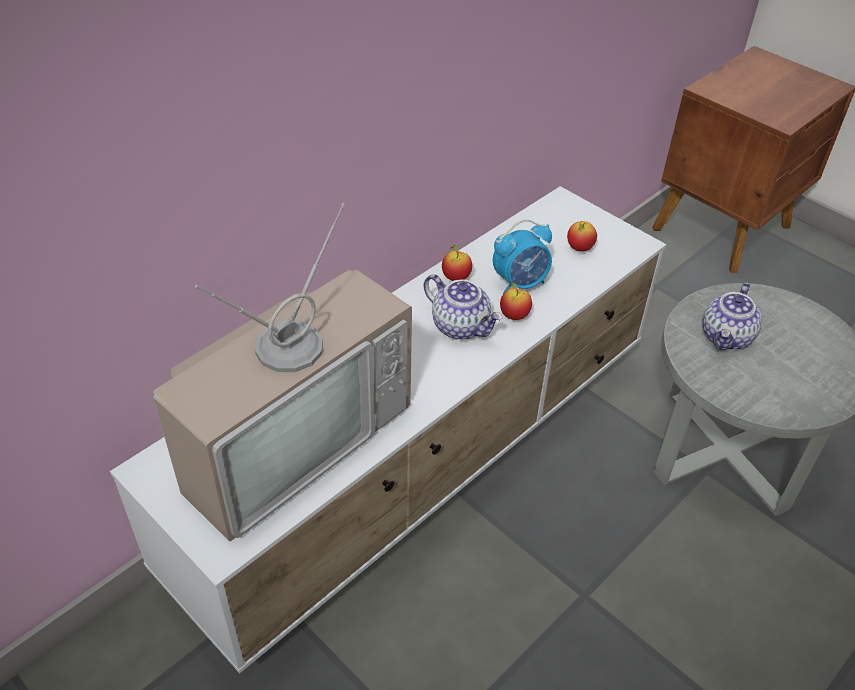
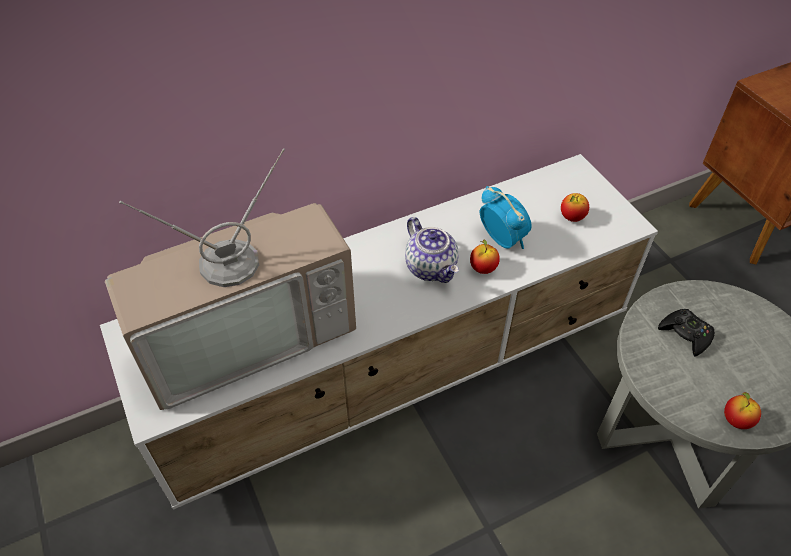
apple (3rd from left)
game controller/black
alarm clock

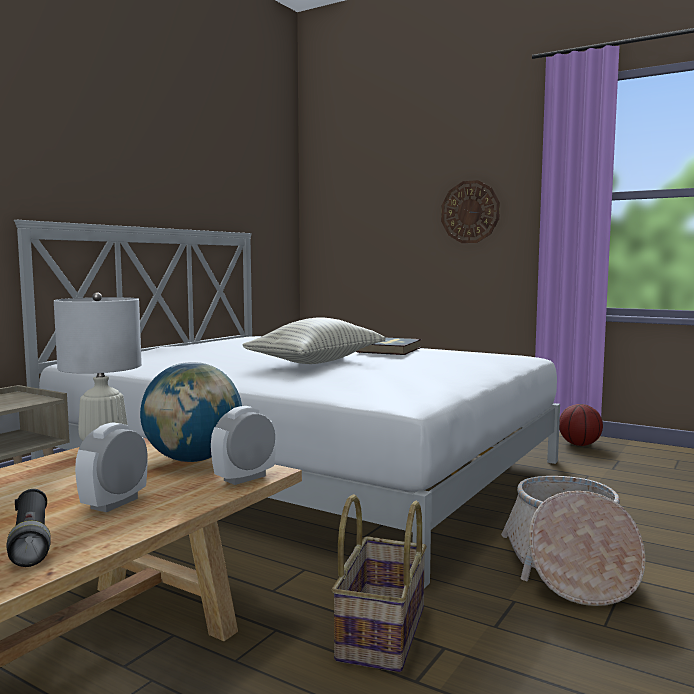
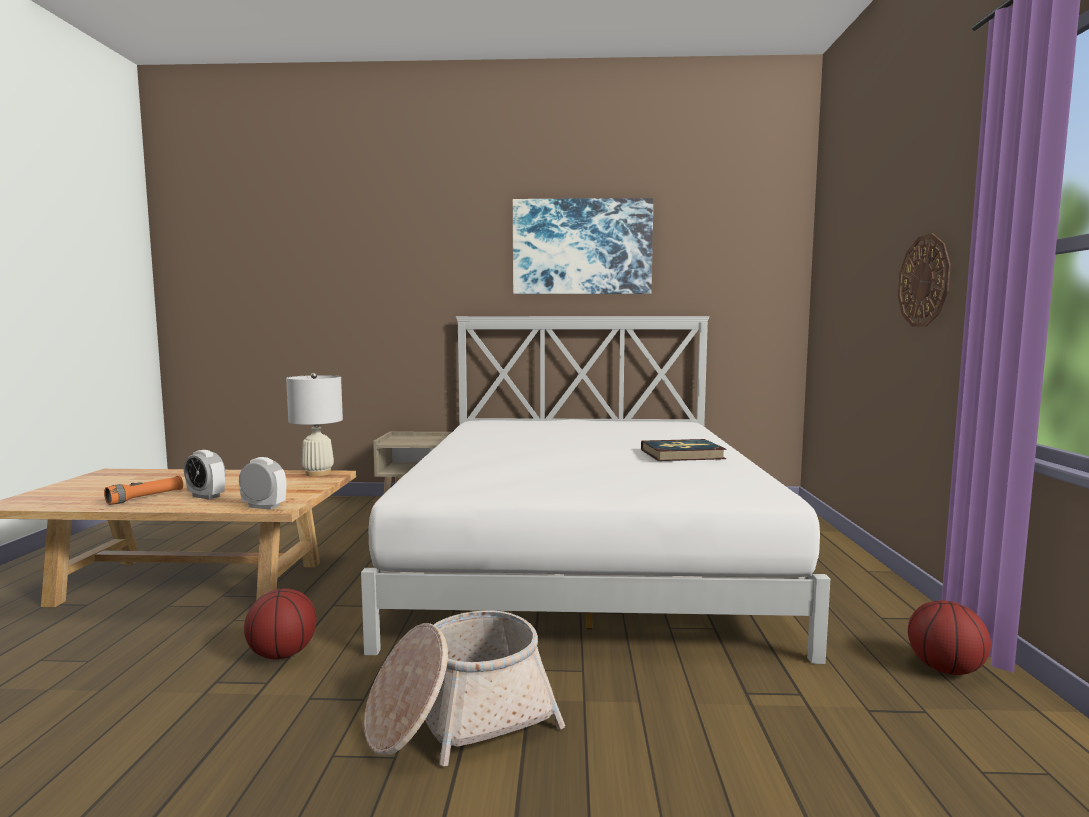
globe
pillow
picture
basketball (1st from left)
flashlight/orange
alarm clock (1st from left)

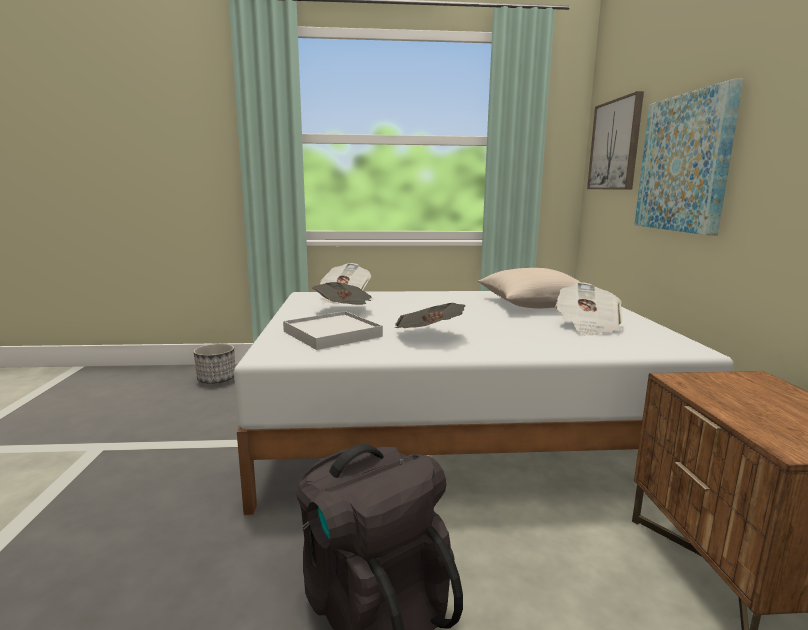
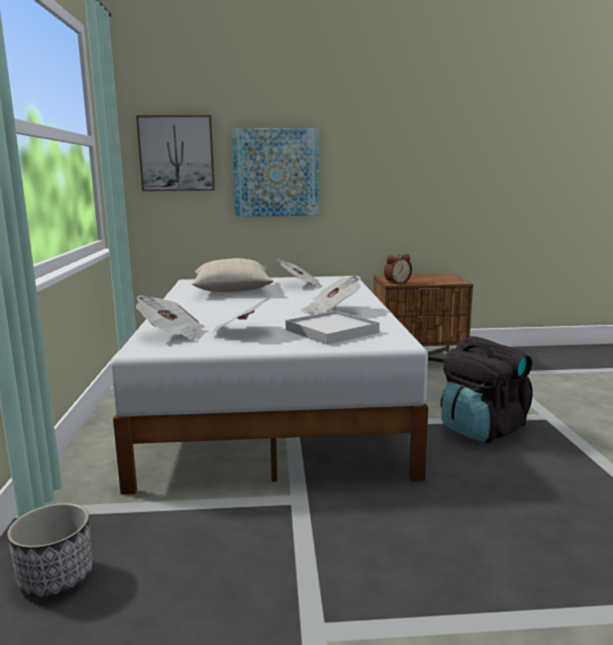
alarm clock

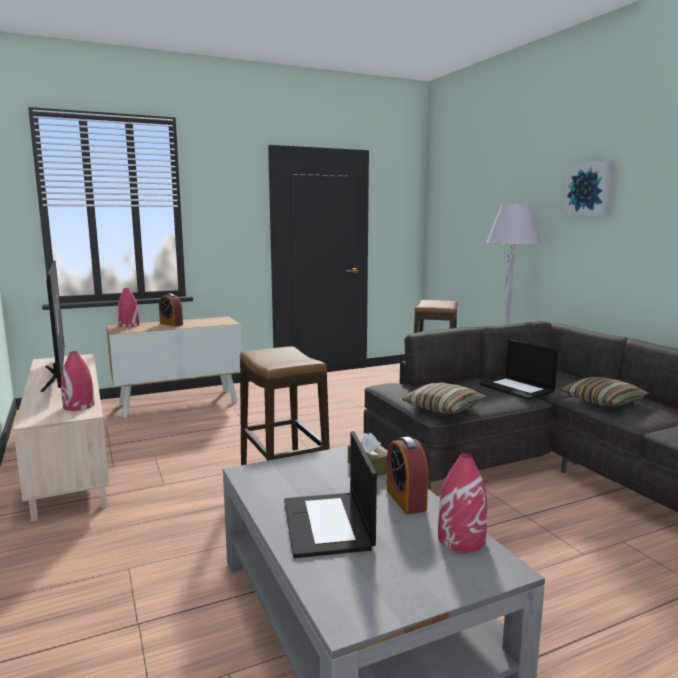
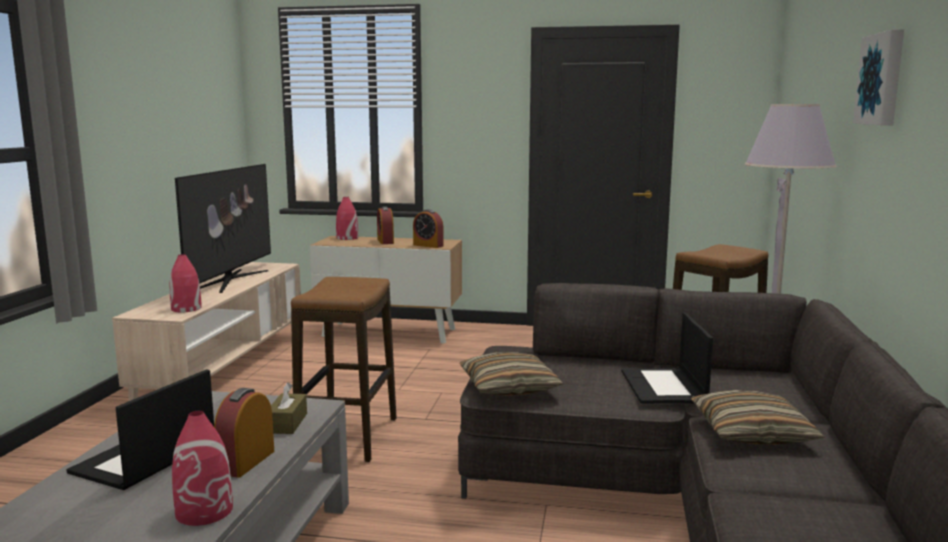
alarm clock (3rd from left)

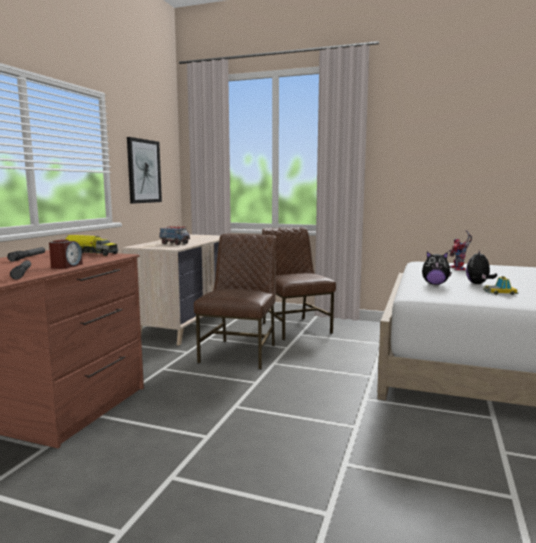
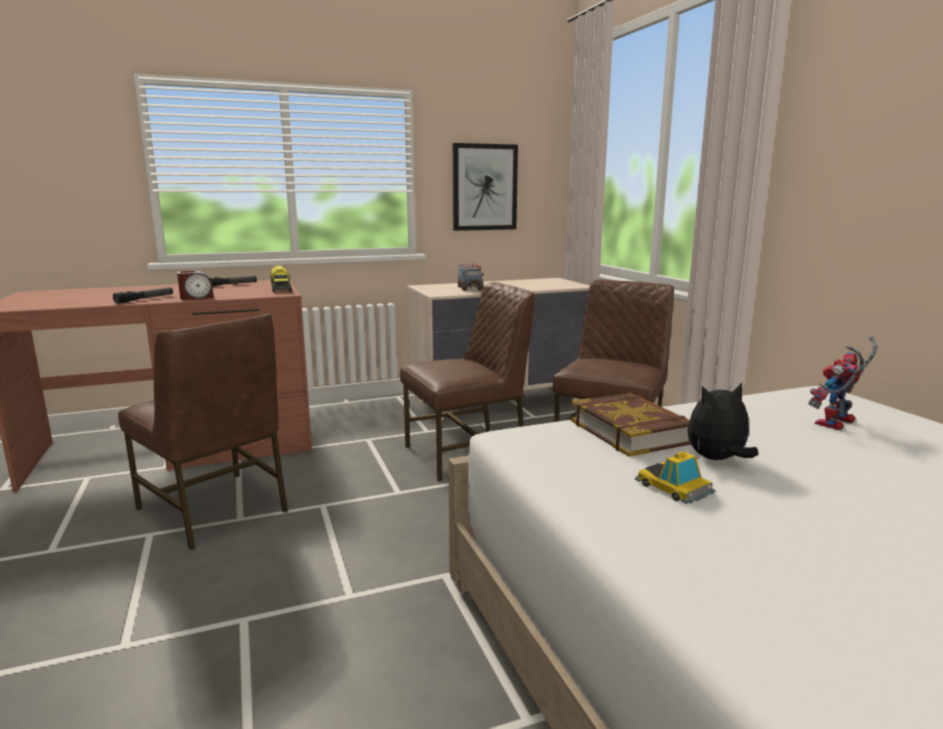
chair/brown (1st from left)
book

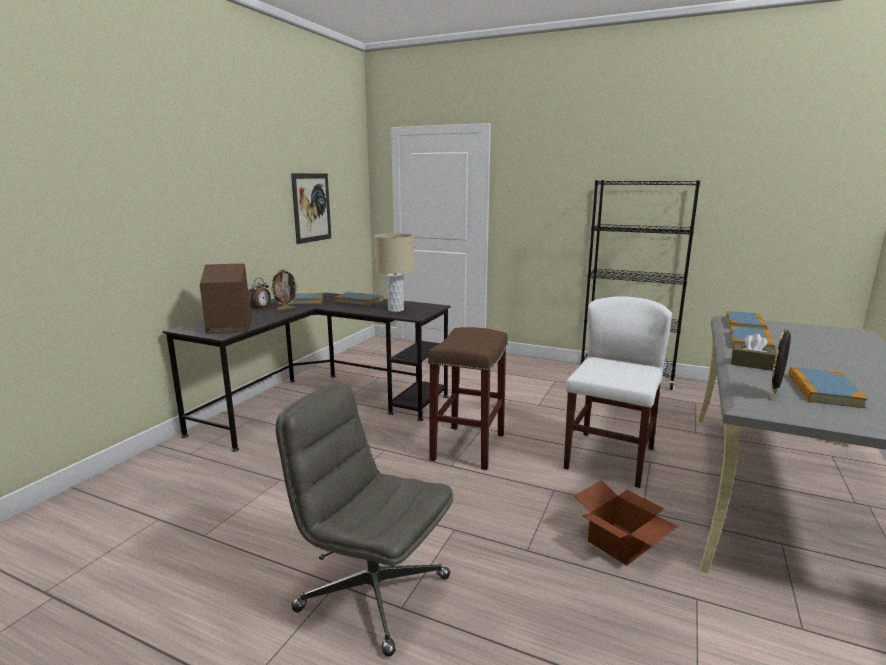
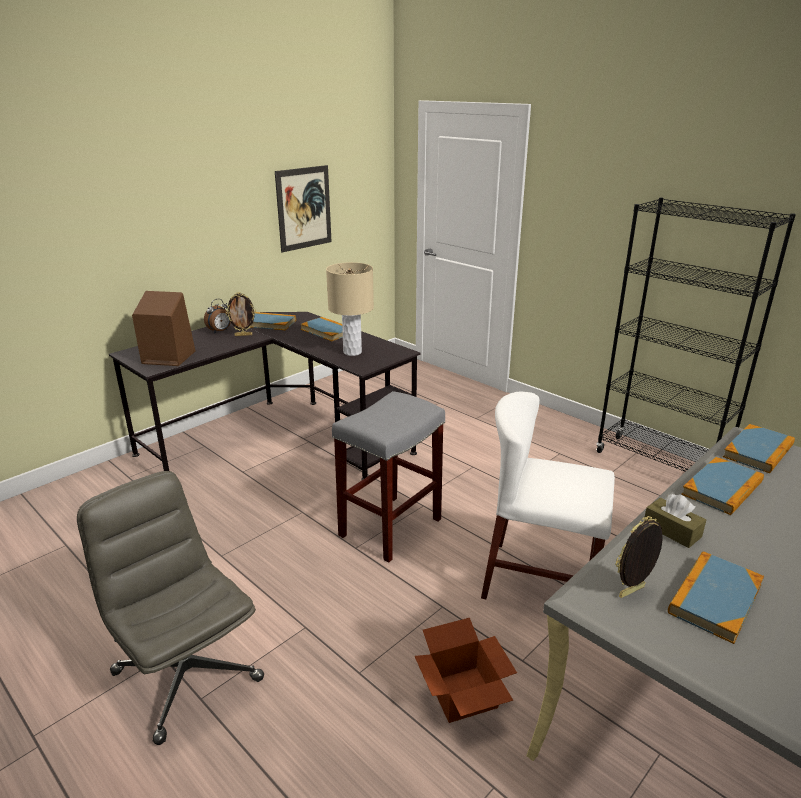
stool/grey
chair/white

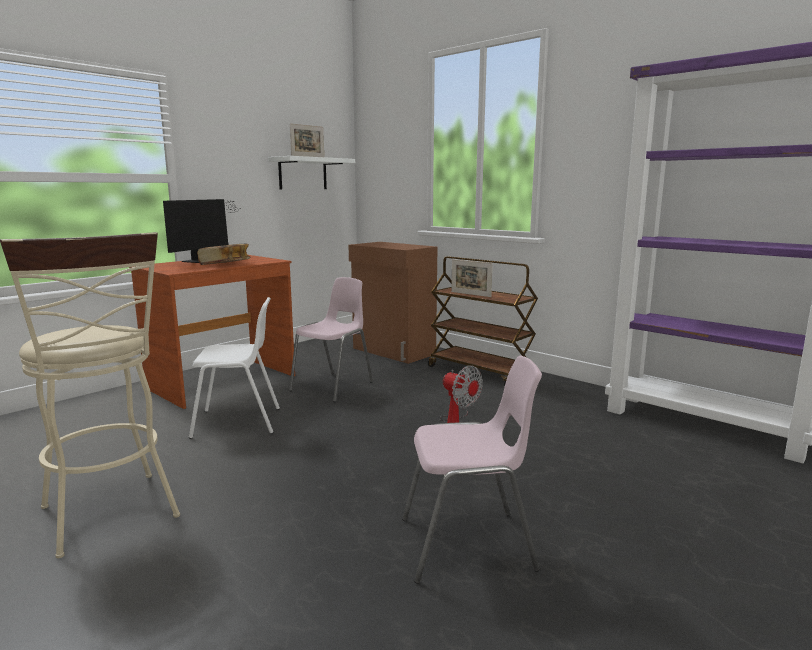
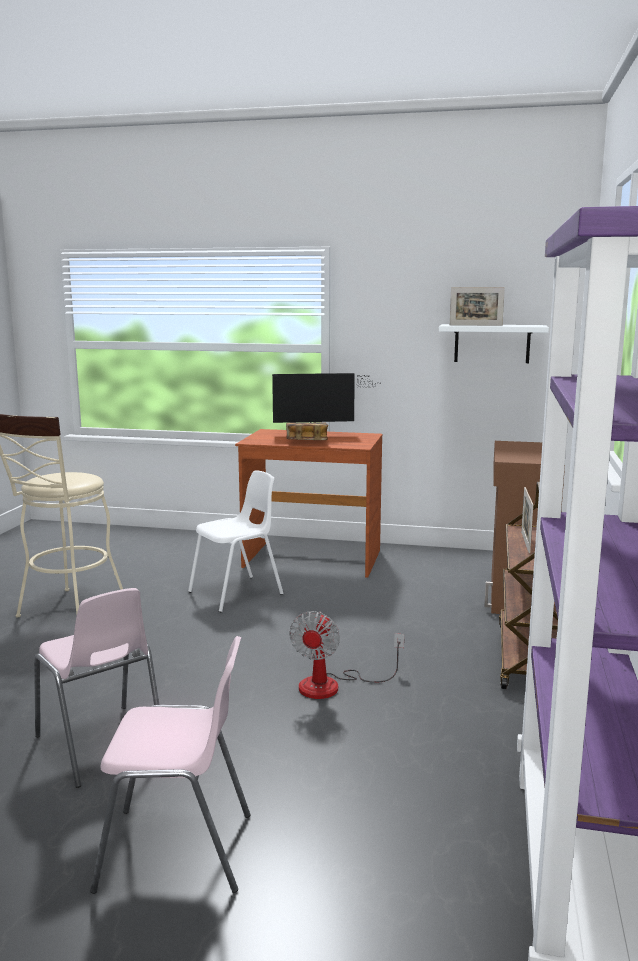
chair/pink (2nd from left)
chair/white

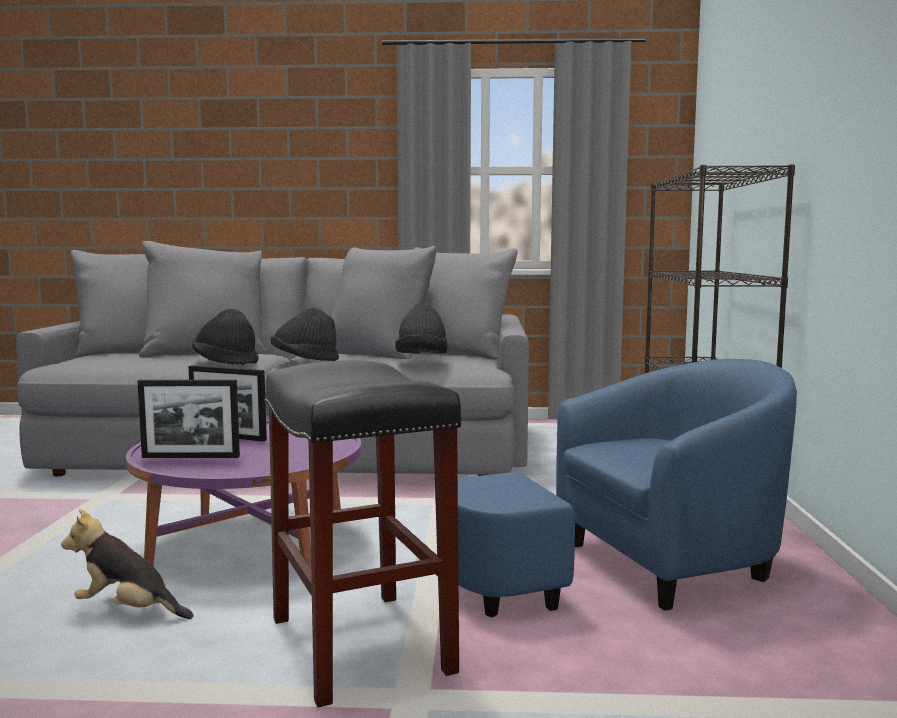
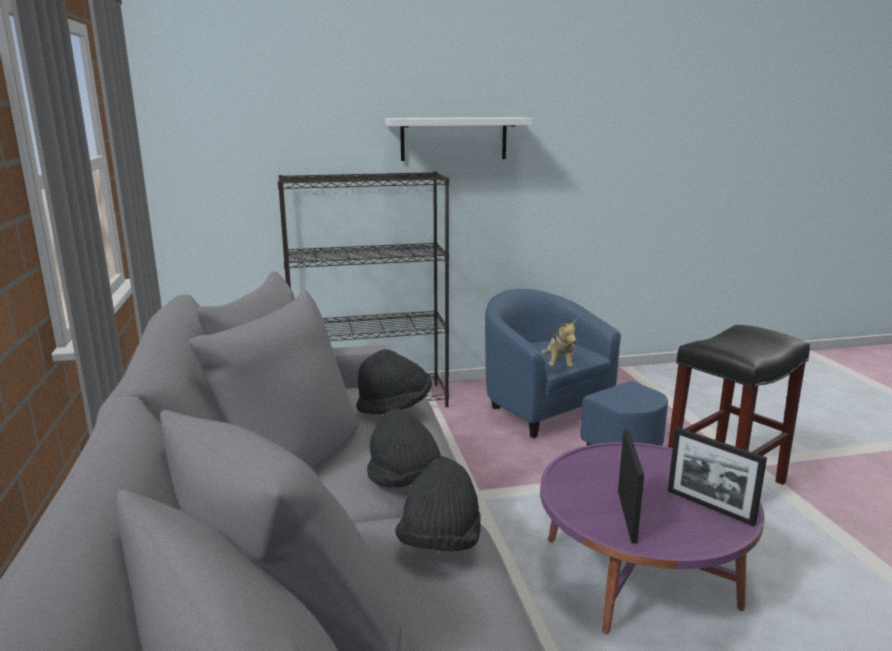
shelf/white
plush toy
picture frame (2nd from left)

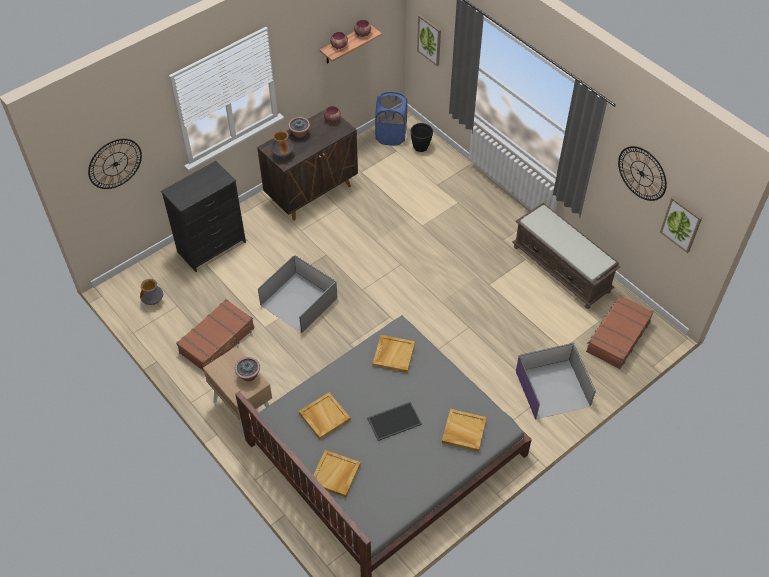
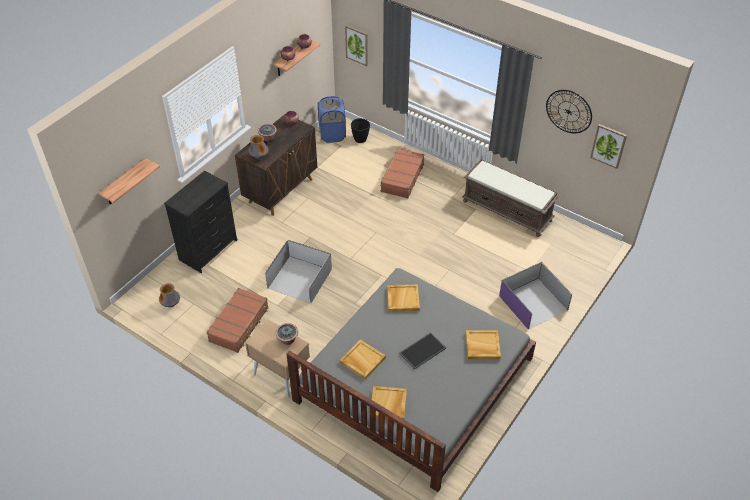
suitcase/brown (2nd from left)
shelf (1st from left)

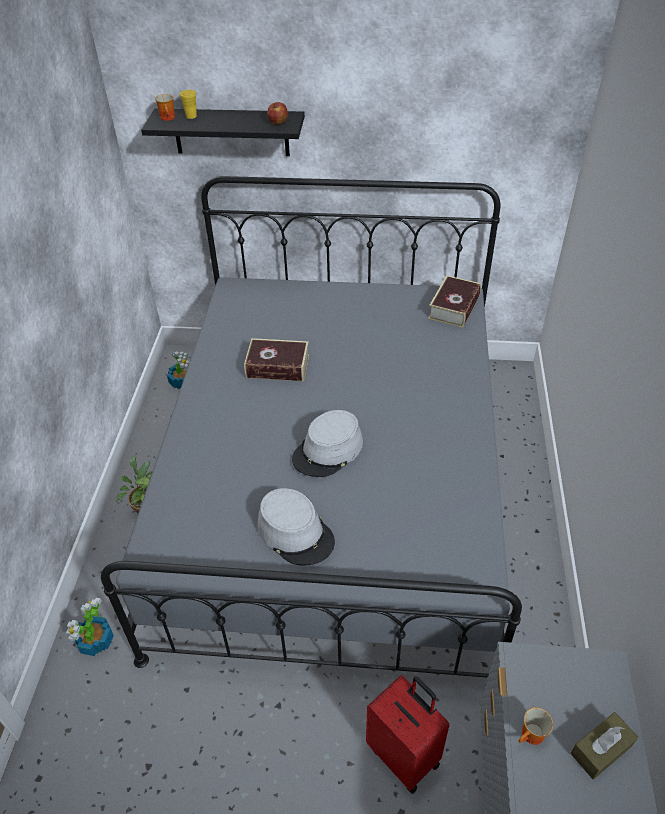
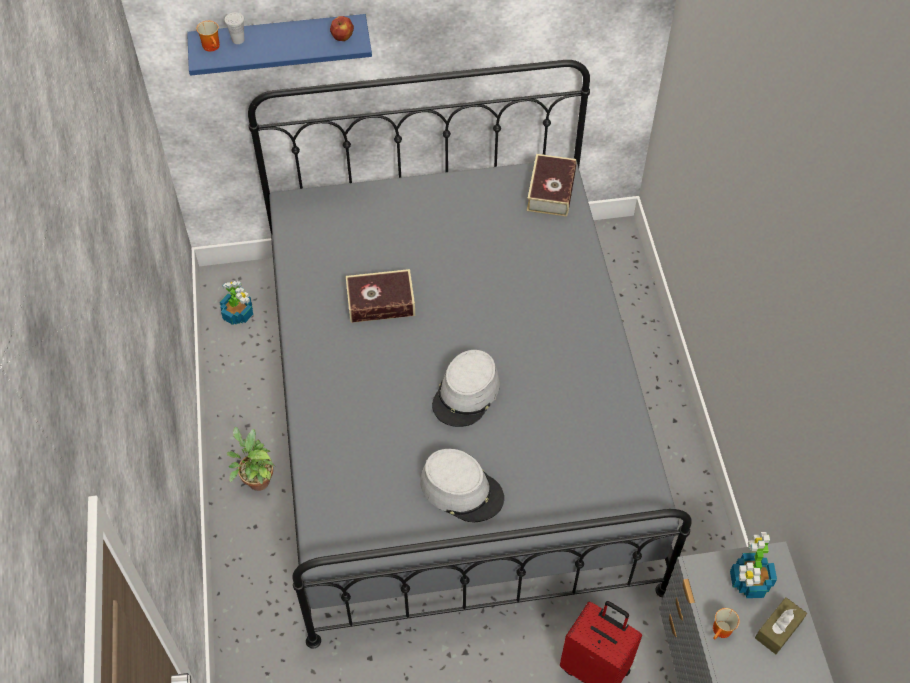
potted plant (3rd from left)
shelf/blue
cup/white

